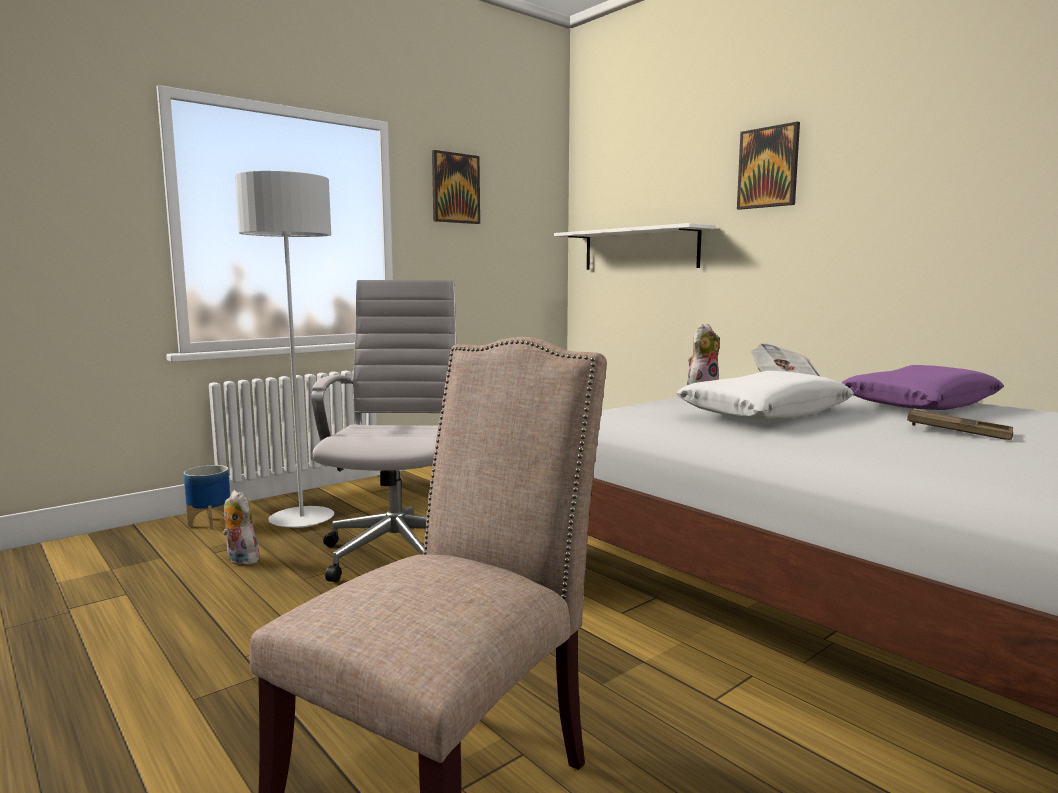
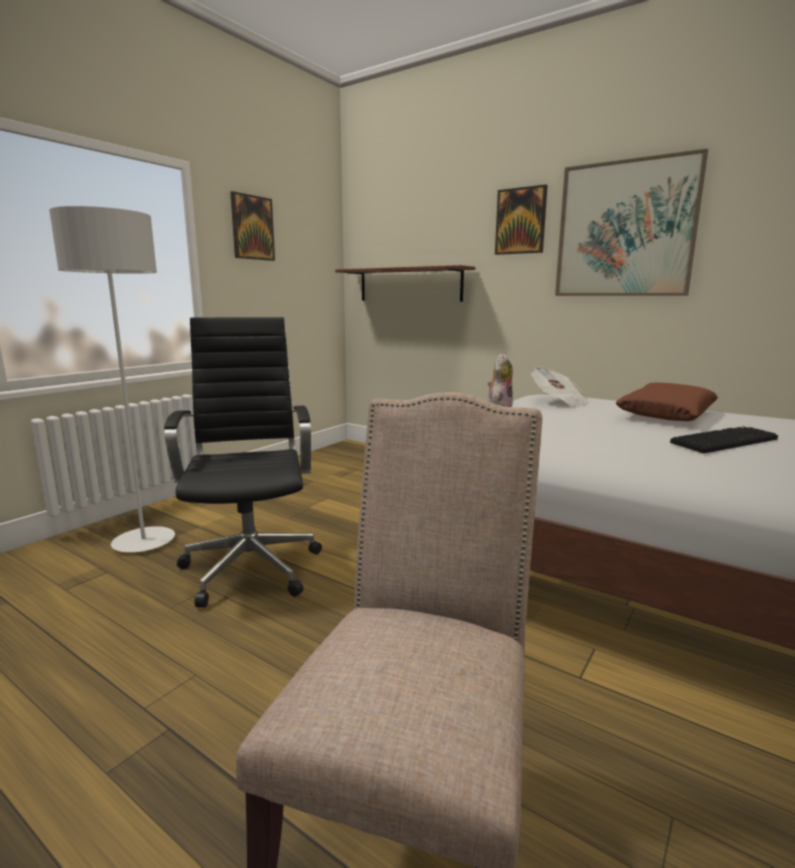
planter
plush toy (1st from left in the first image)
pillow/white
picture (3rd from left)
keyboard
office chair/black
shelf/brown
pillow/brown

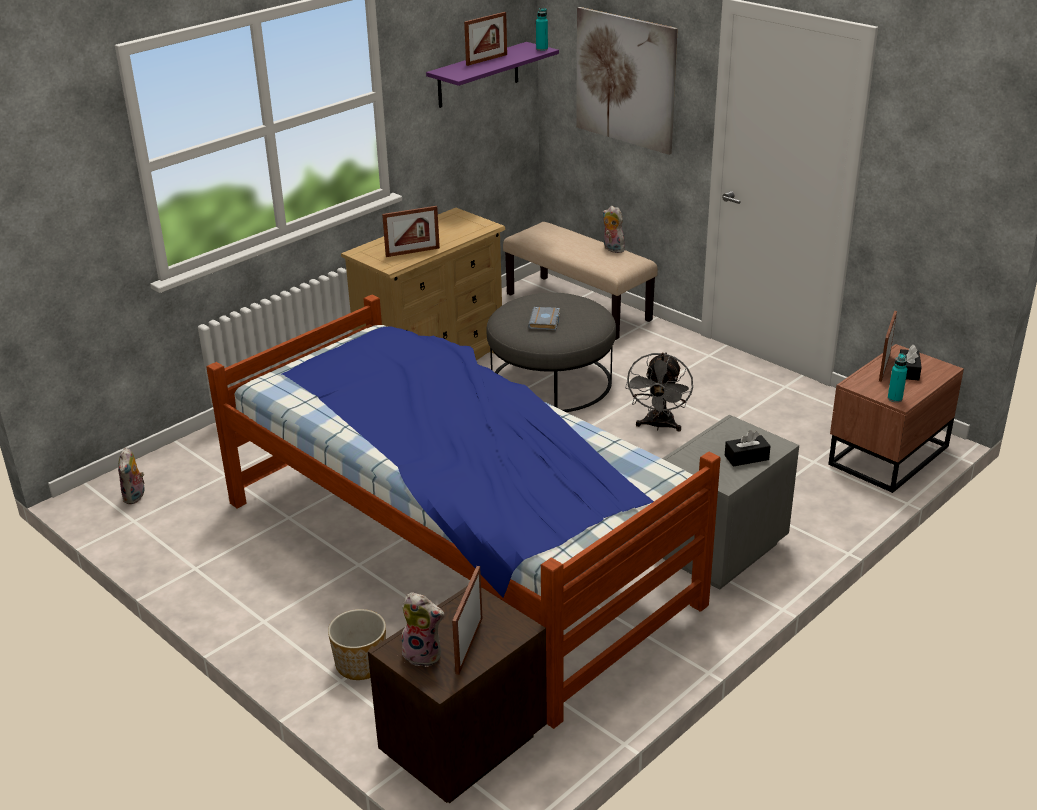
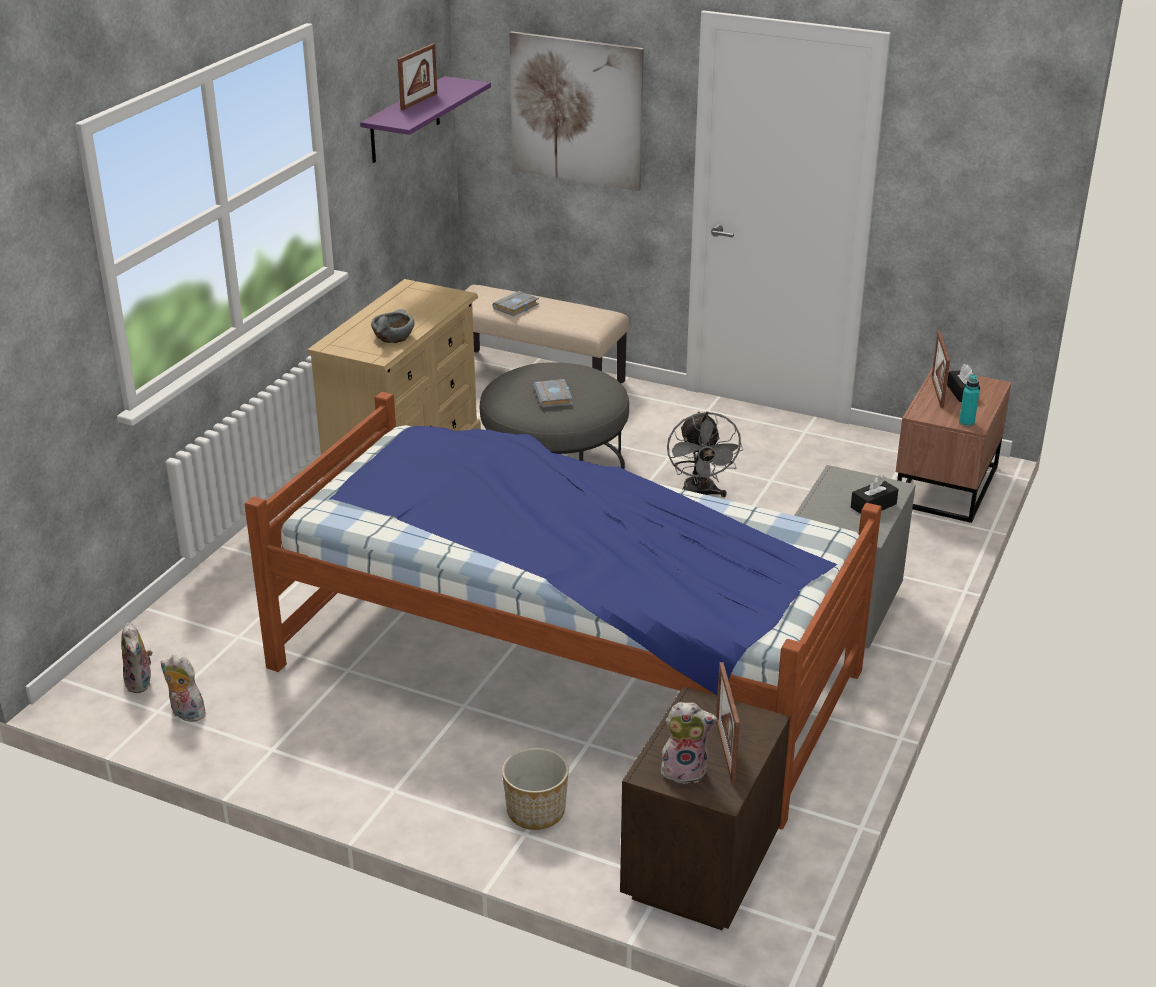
bottle/turquoise (1st from left in the first image)
book/grey (1st from left)
plush toy (2nd from left)
bowl/grey

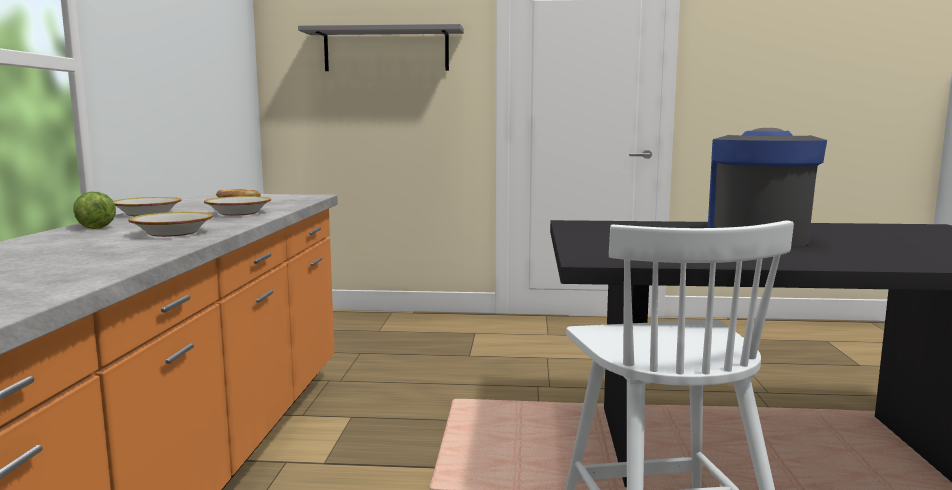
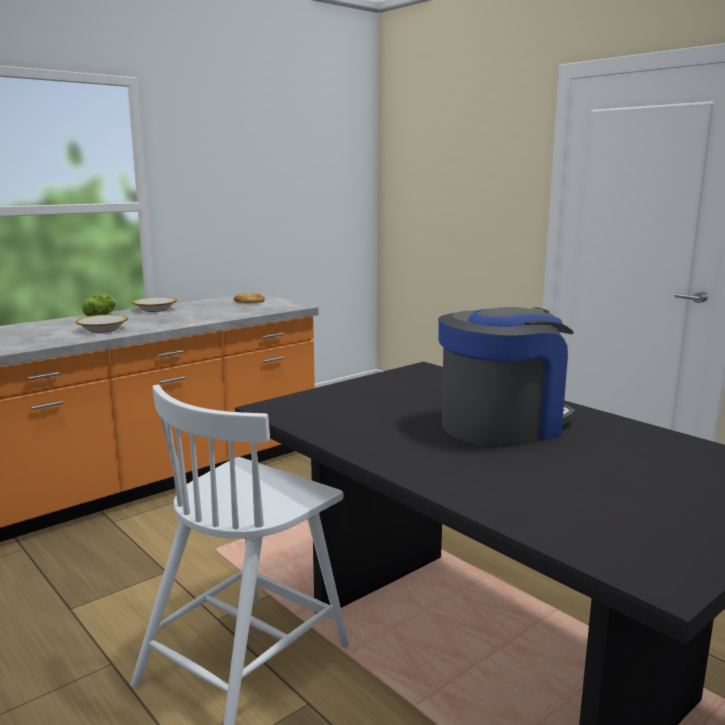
bowl (3rd from left in the first image)
shelf/grey

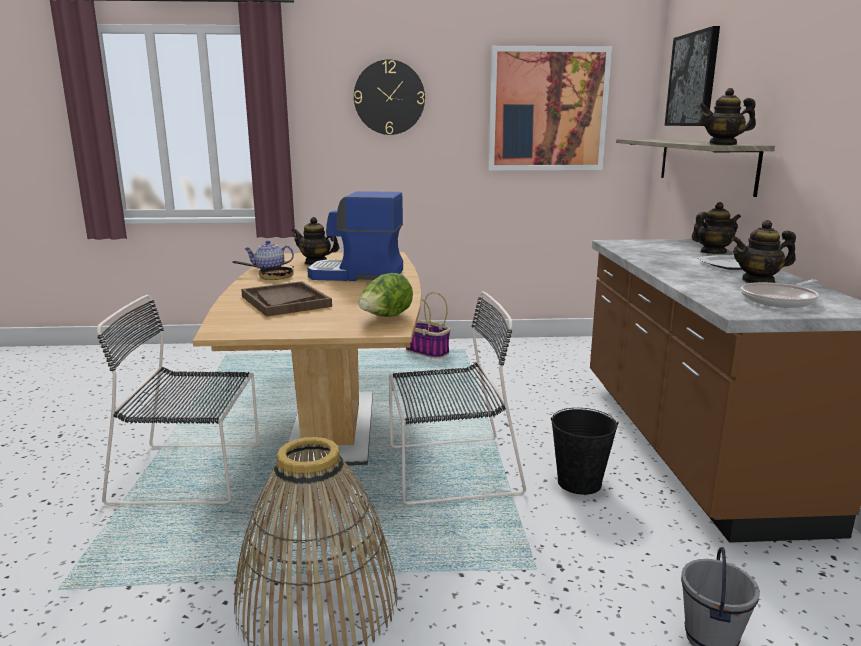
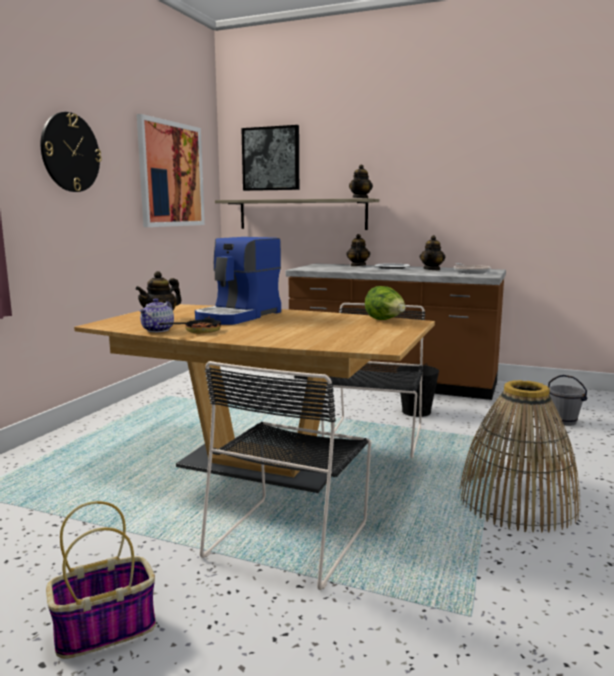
tray/brown
basket (1st from left)

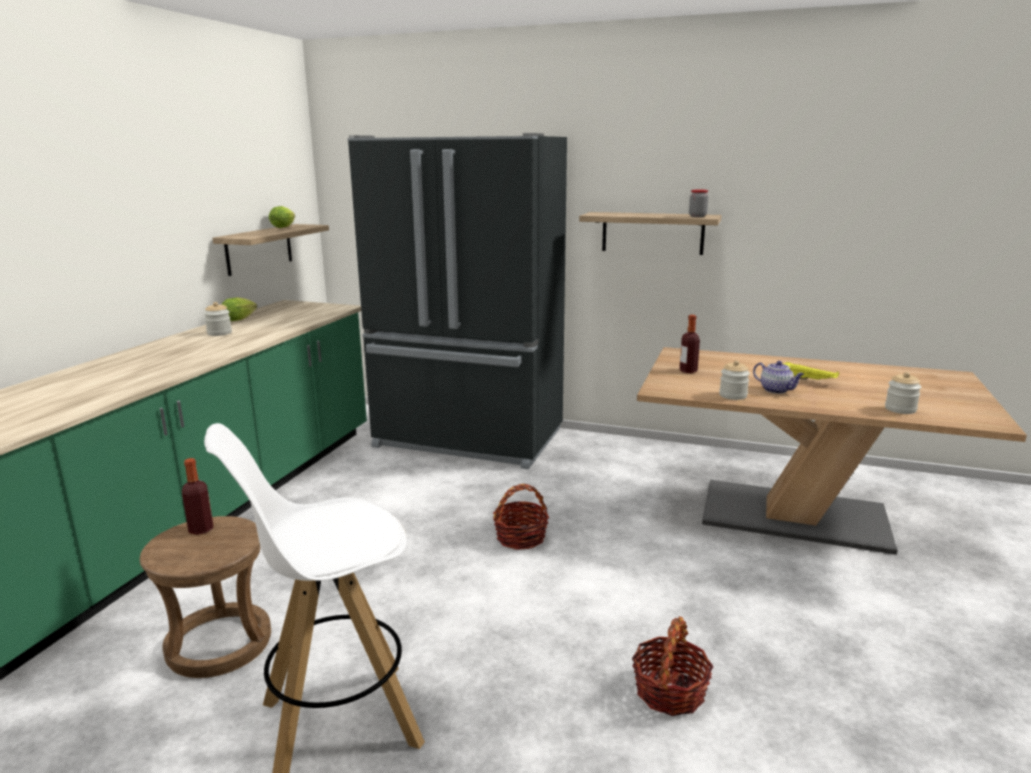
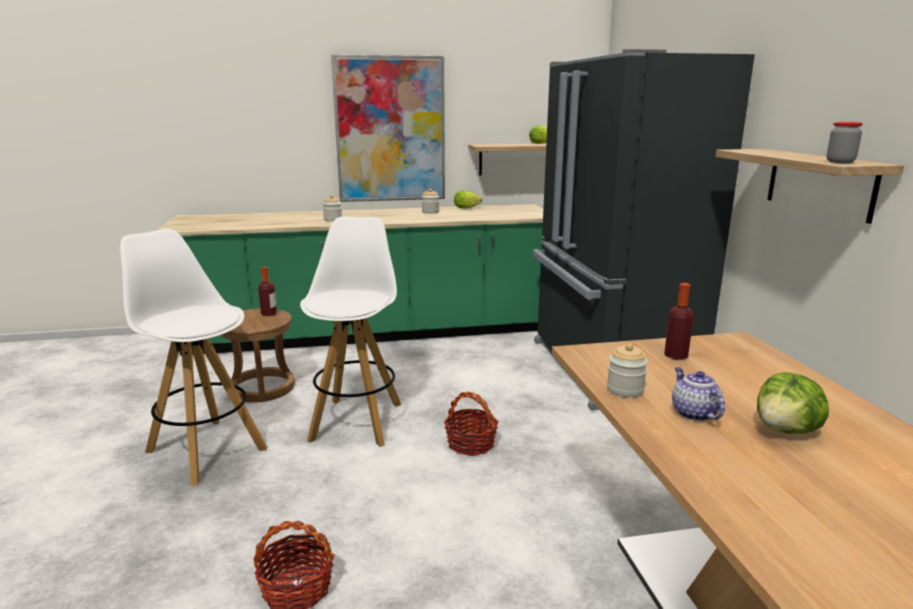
stool/white (2nd from left)
picture
jar (1st from left)
lettuce (3rd from left)
teapot

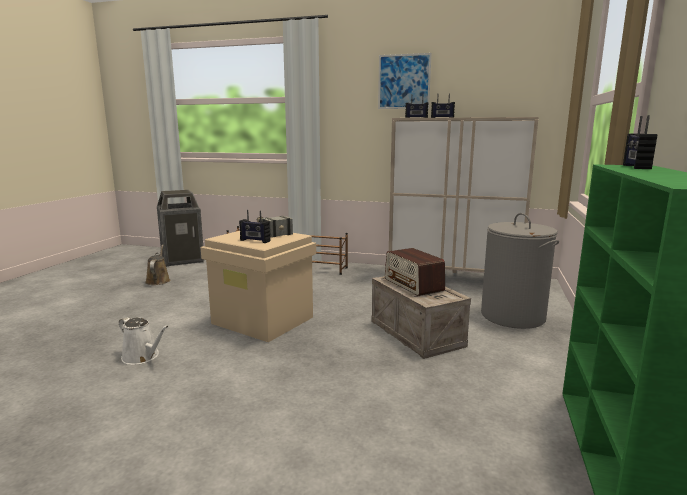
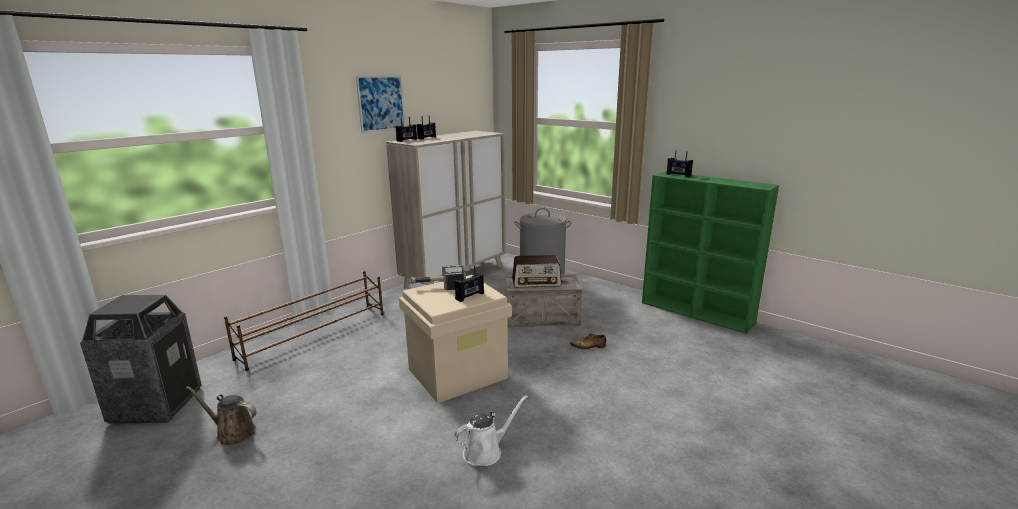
shoe

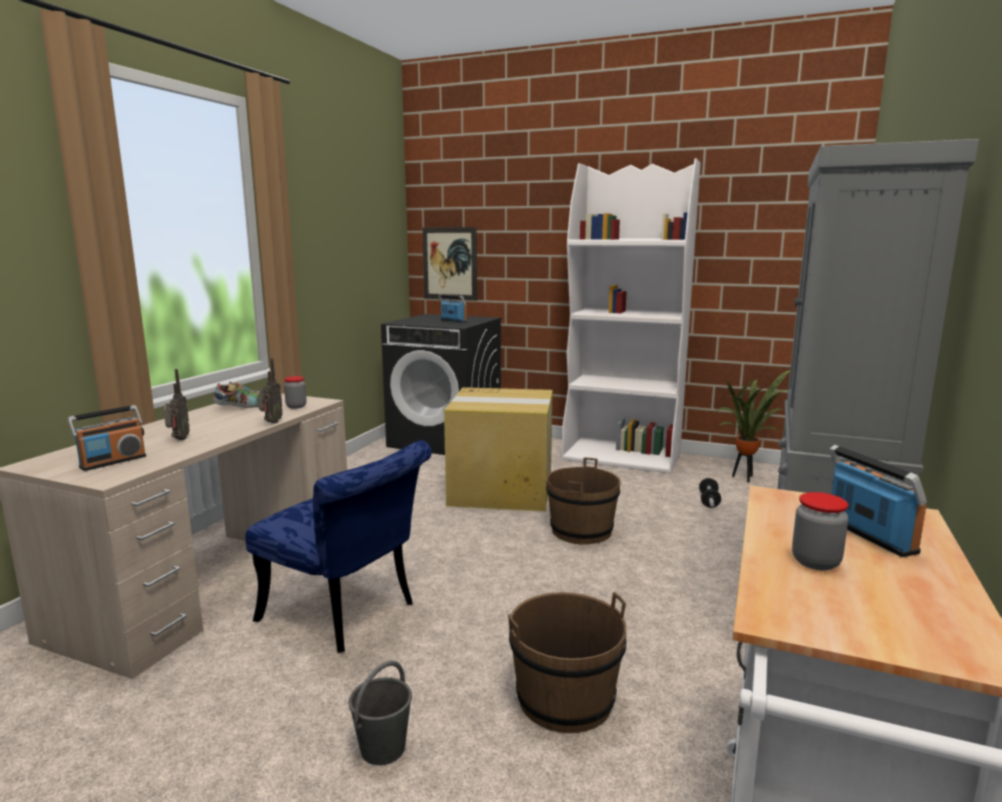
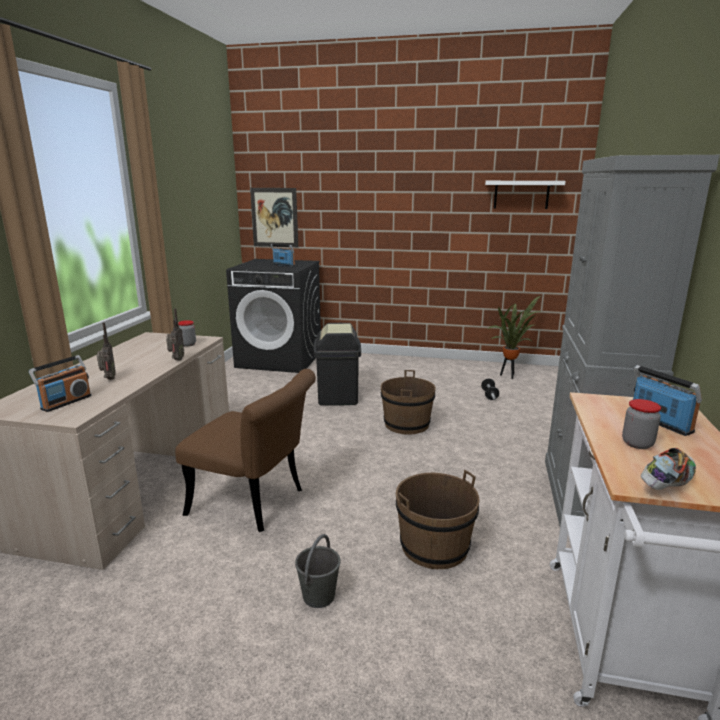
bookcase/white
shelf/white
shoe
trash can/black
chair/brown

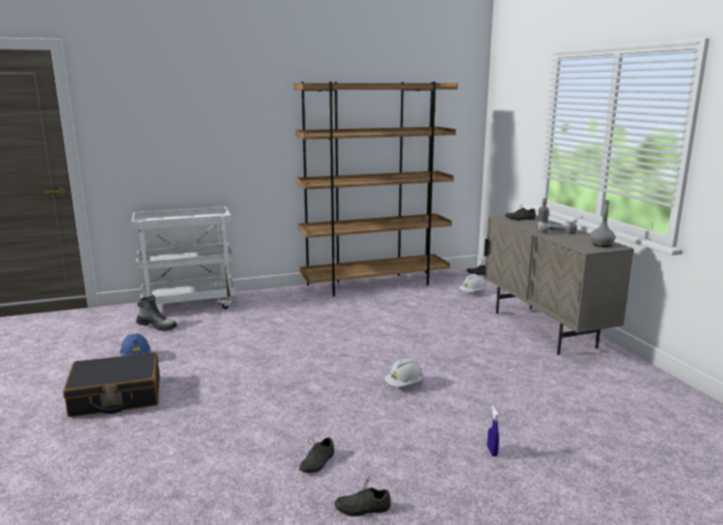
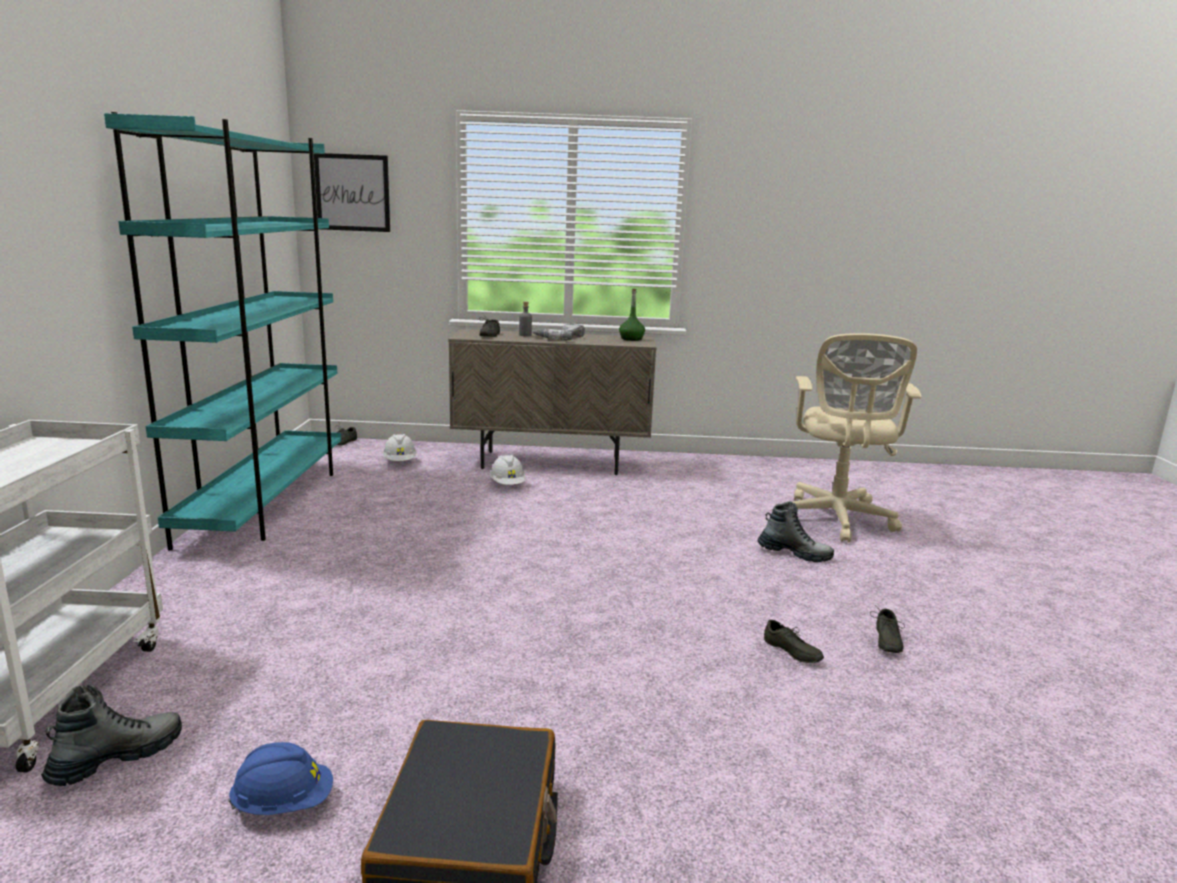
picture
office chair/beige
hard hat/white (2nd from left)
boot (2nd from left)
bookcase/turquoise
bottle/green

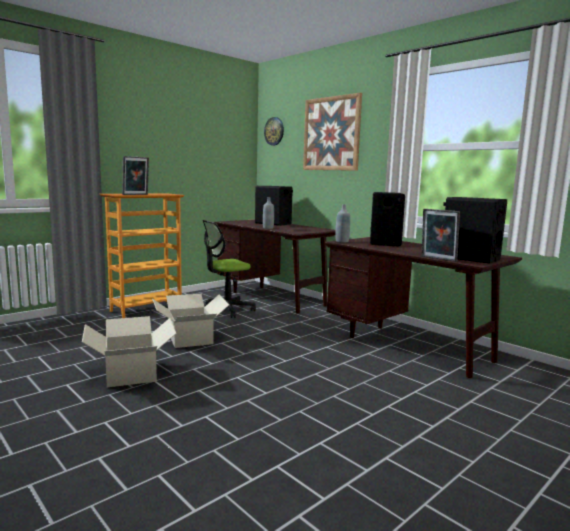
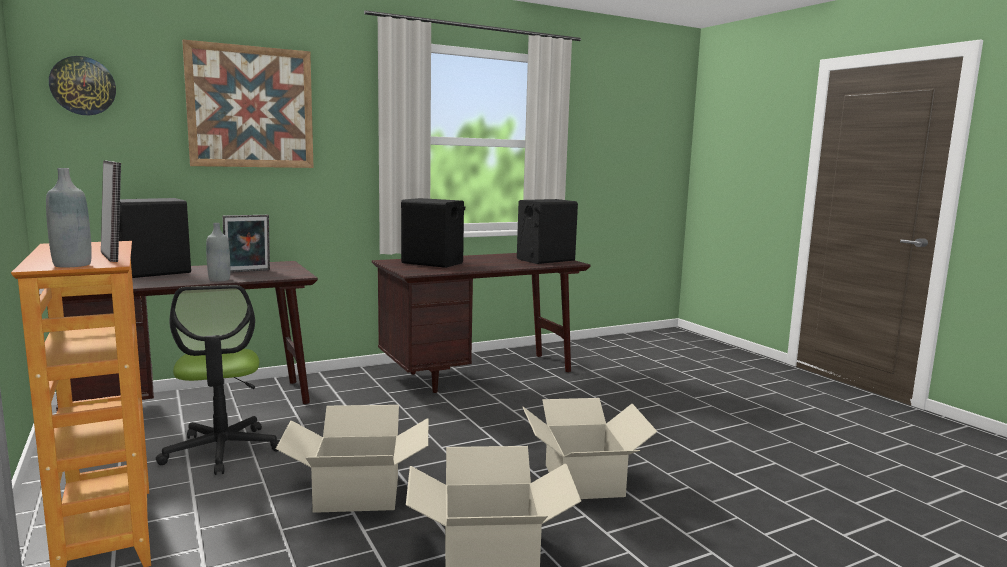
cardboard box (3rd from left)
bottle/grey (1st from left)
picture frame (2nd from left)

